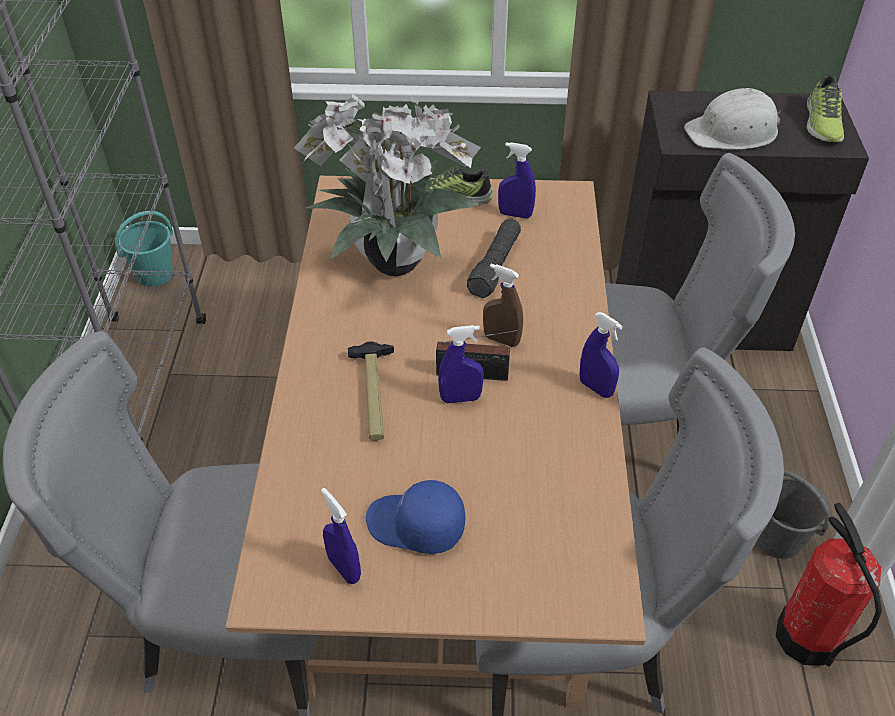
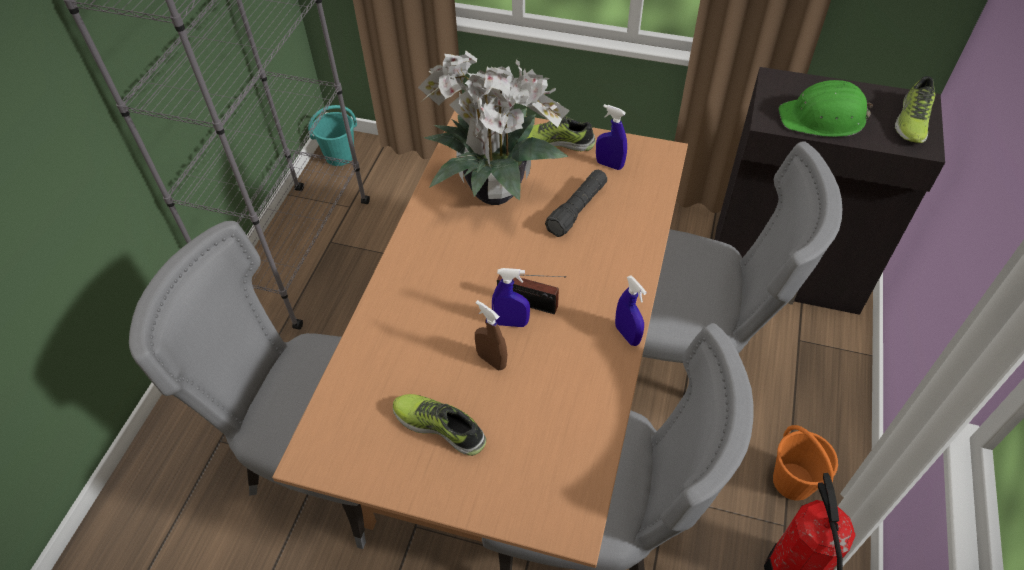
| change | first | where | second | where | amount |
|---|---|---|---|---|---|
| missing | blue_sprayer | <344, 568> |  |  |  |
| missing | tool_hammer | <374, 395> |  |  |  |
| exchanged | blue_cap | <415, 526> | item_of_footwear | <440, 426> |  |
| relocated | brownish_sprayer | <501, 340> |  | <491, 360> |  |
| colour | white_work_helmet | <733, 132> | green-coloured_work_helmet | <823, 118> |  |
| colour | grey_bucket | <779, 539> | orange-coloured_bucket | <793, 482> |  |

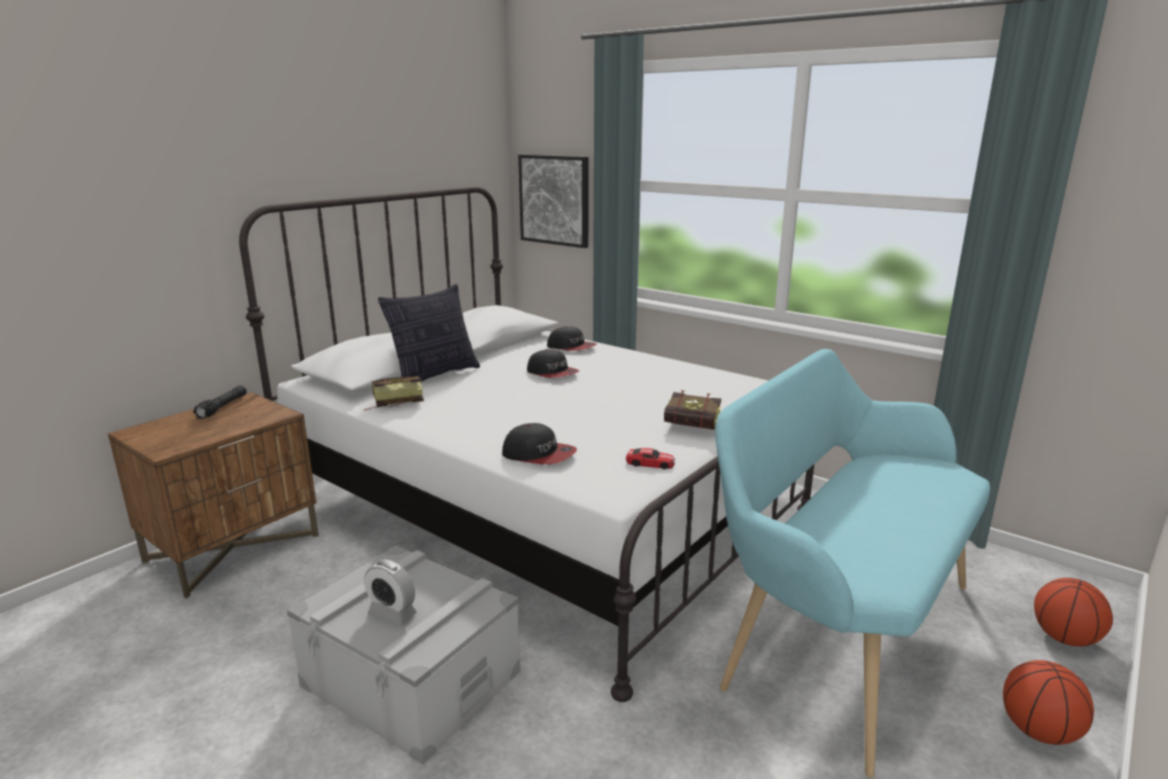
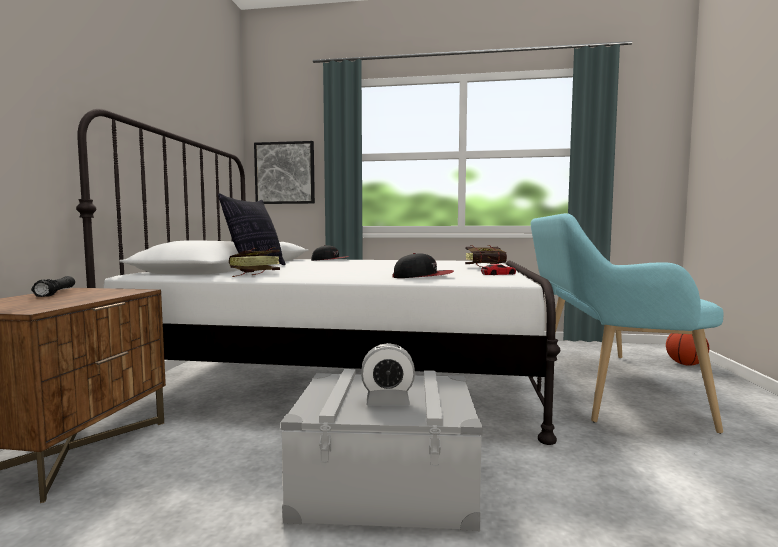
| change | first | where | second | where | amount |
|---|---|---|---|---|---|
| missing | cap | <552, 373> |  |  |  |
| missing | basketball | <1038, 731> |  |  |  |

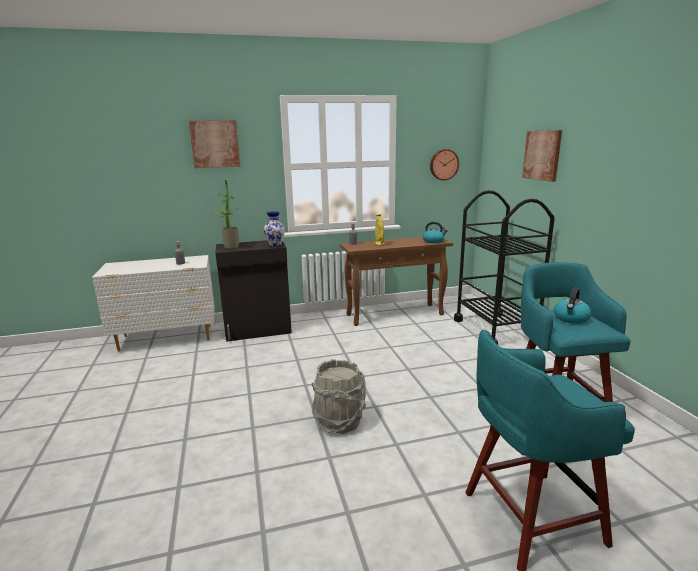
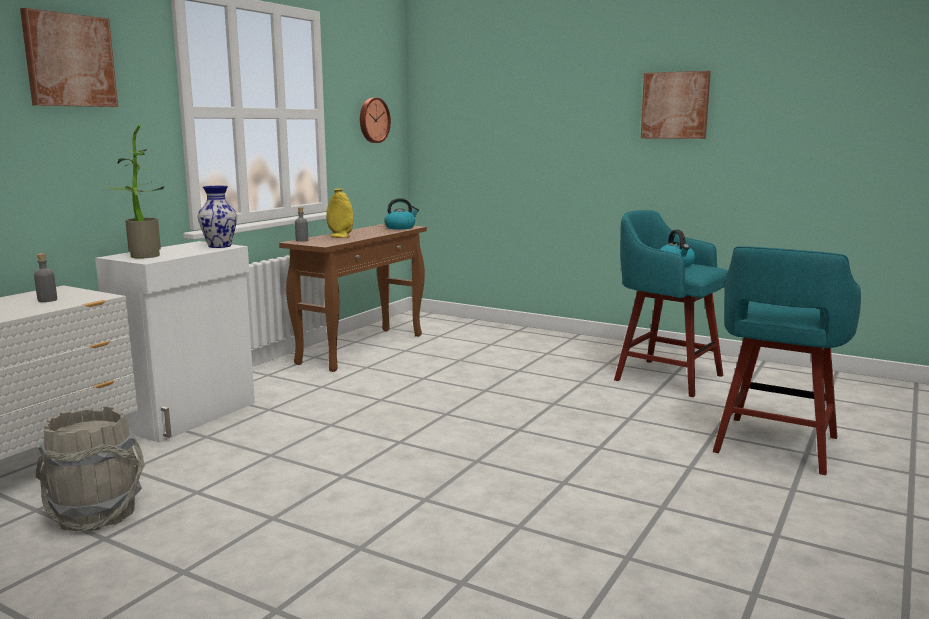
| change | first | where | second | where | amount |
|---|---|---|---|---|---|
| colour | blackish_storage_cabinet | <258, 330> | white_storage_cabinet | <190, 415> |  |
| relocated | grey_bucket | <339, 422> |  | <97, 514> |  |
| missing | blackish_cart | <495, 330> |  |  |  |
| relocated | picture | <542, 155> |  | <675, 105> |  |

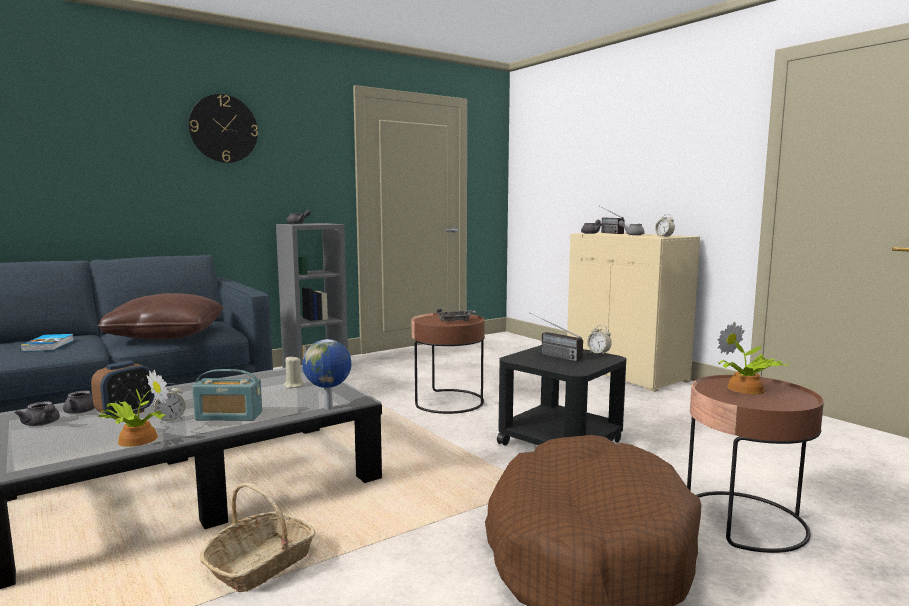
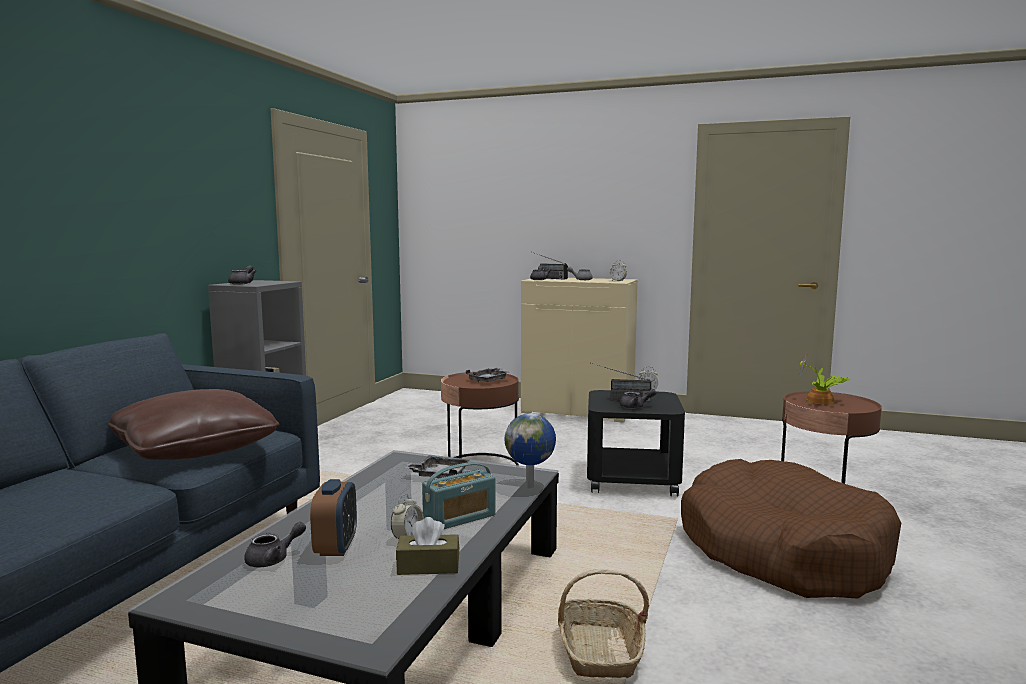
| change | first | where | second | where | amount |
|---|---|---|---|---|---|
| relocated | grey_tea_pot | <42, 424> |  | <635, 407> |  |
| missing | book | <49, 345> |  |  |  |
| exchanged | potted_plant | <135, 439> | brownish_tissue_holder | <428, 566> |  |
| missing | clock_on_the_wall | <223, 129> |  |  |  |
| exchanged | beige_wax_light | <293, 385> | grey_serving_tray | <439, 475> |  |

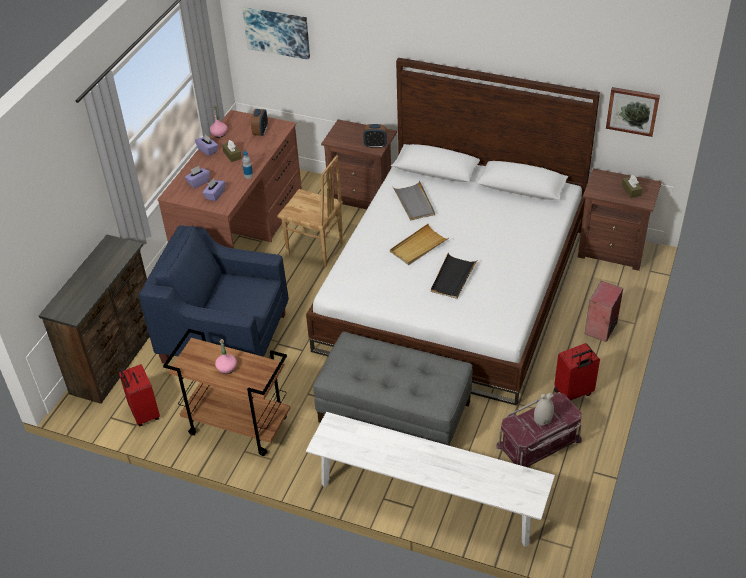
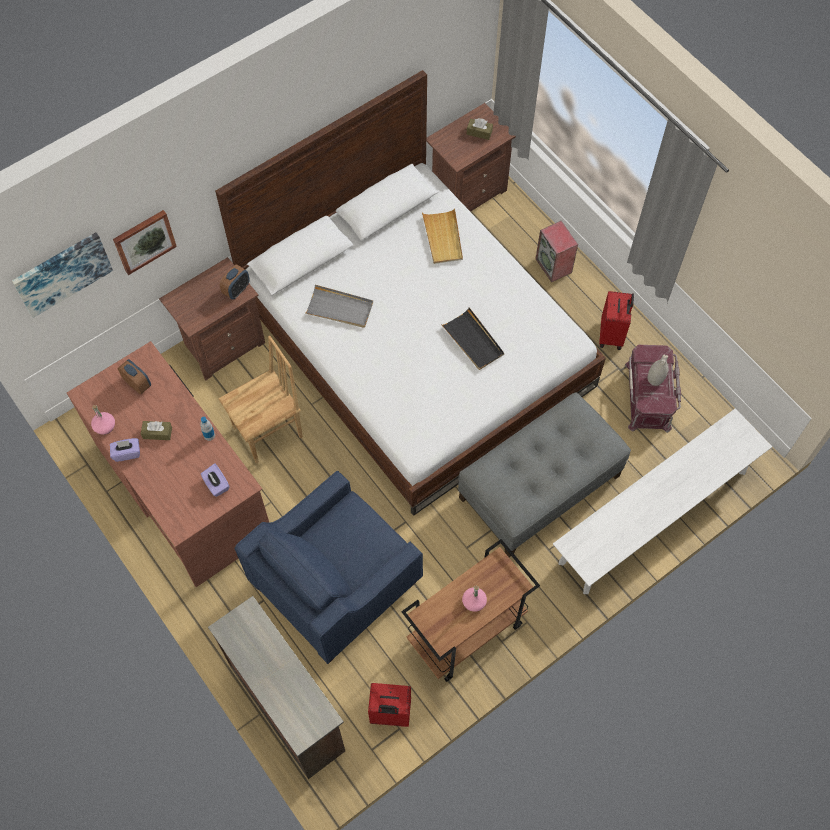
| change | first | where | second | where | amount |
|---|---|---|---|---|---|
| missing | purple-coloured_tissue_holder | <198, 182> |  |  |  |
| relocated | beige_serving_tray | <418, 246> |  | <443, 238> |  |
| relocated | picture | <632, 110> |  | <144, 241> |  |

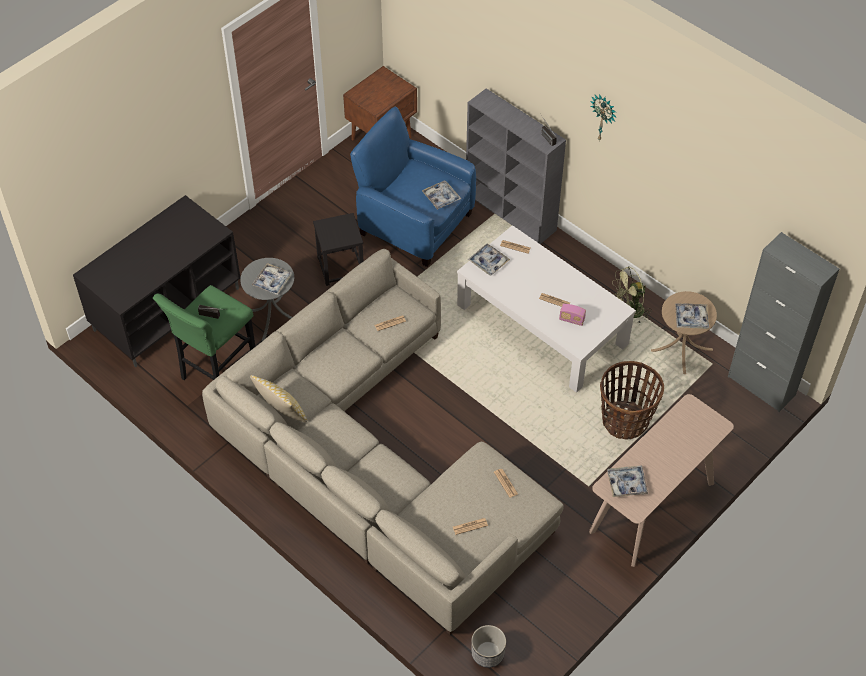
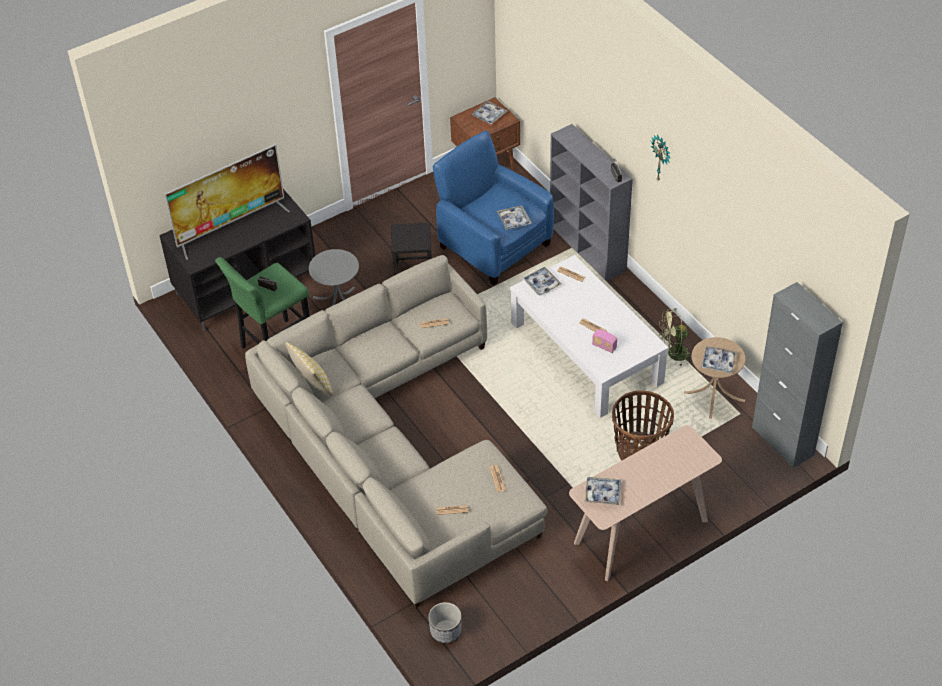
| change | first | where | second | where | amount |
|---|---|---|---|---|---|
| relocated | serving_tray | <272, 282> |  | <489, 115> |  |
| appeared |  |  | television | <231, 226> |  |

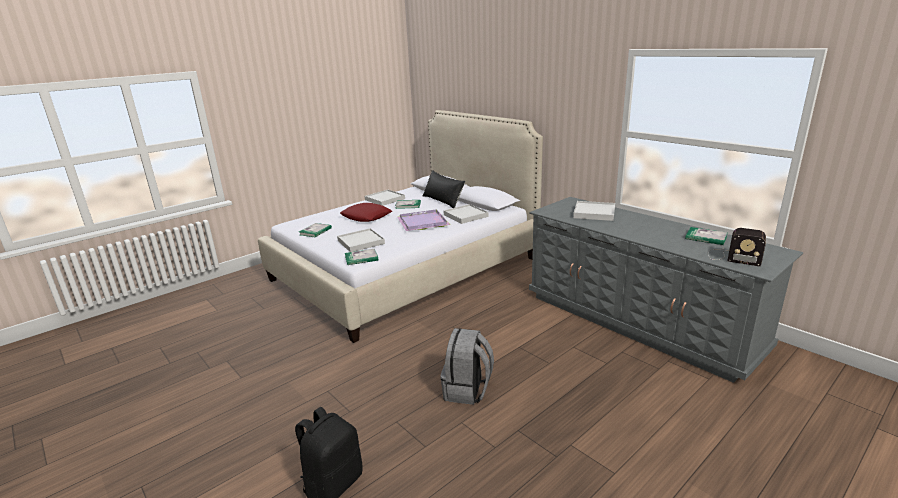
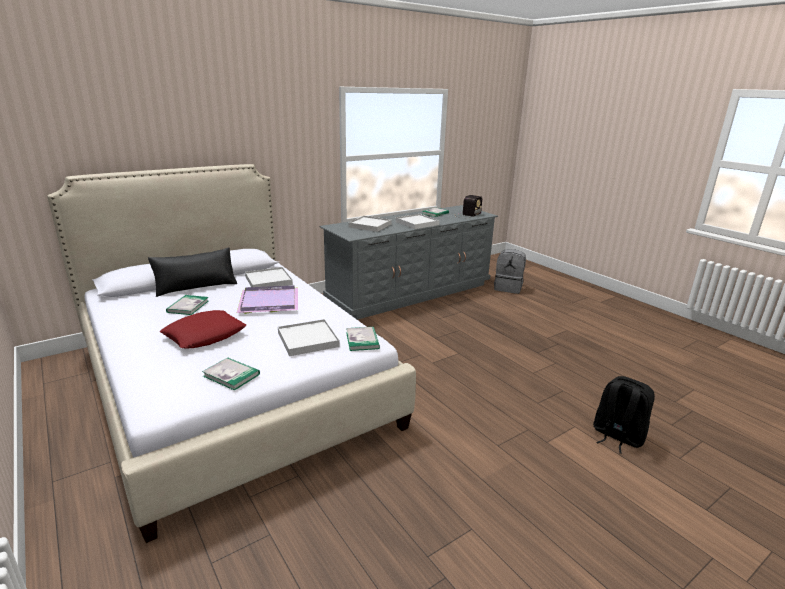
| change | first | where | second | where | amount |
|---|---|---|---|---|---|
| relocated | white_serving_tray | <384, 199> |  | <417, 223> |  |
| relocated | grey_knapsack | <467, 390> |  | <508, 288> |  |

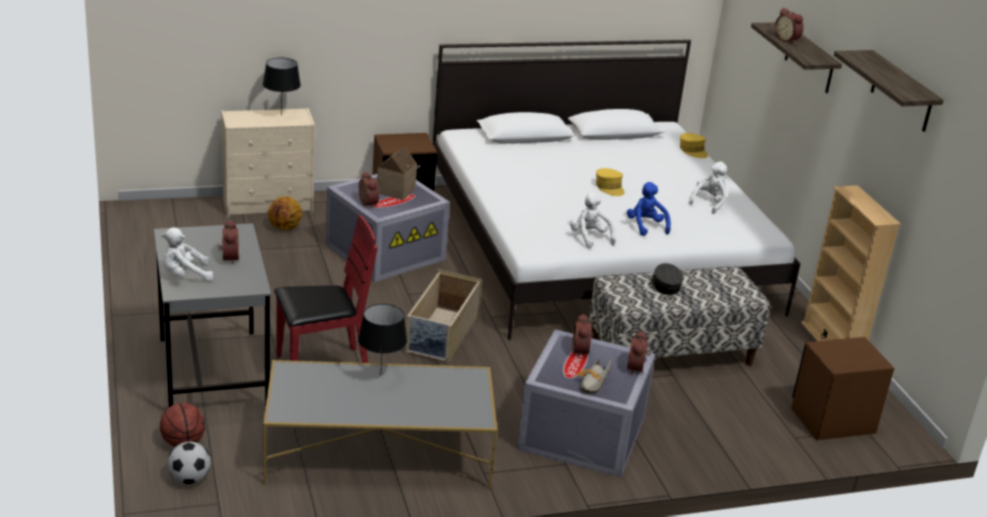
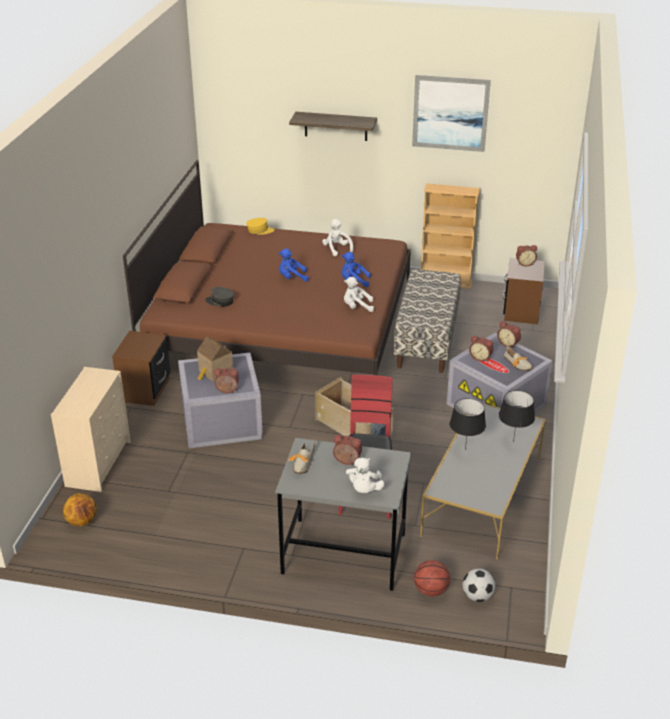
| change | first | where | second | where | amount |
|---|---|---|---|---|---|
| relocated | blackish_table_lamp | <281, 115> |  | <513, 441> |  |
| relocated | basketball | <285, 228> |  | <82, 521> |  |
| colour | white_sleeping_bed | <597, 247> | brownish_sleeping_bed | <281, 325> |  |
| exchanged | yellow-coloured_cap | <609, 187> | blue_soft_toy | <292, 278> |  |
| relocated | grey_cap | <665, 285> |  | <220, 301> |  |
| relocated | alarm_clock | <787, 40> |  | <525, 263> |  |
| exchanged | shelf | <902, 92> | picture | <450, 113> |  |
| appeared |  |  | item_of_footwear | <302, 464> |  |

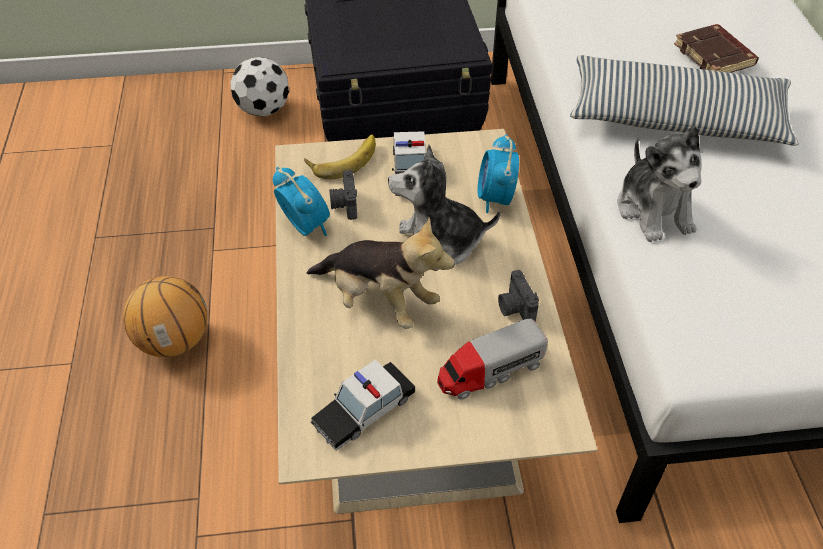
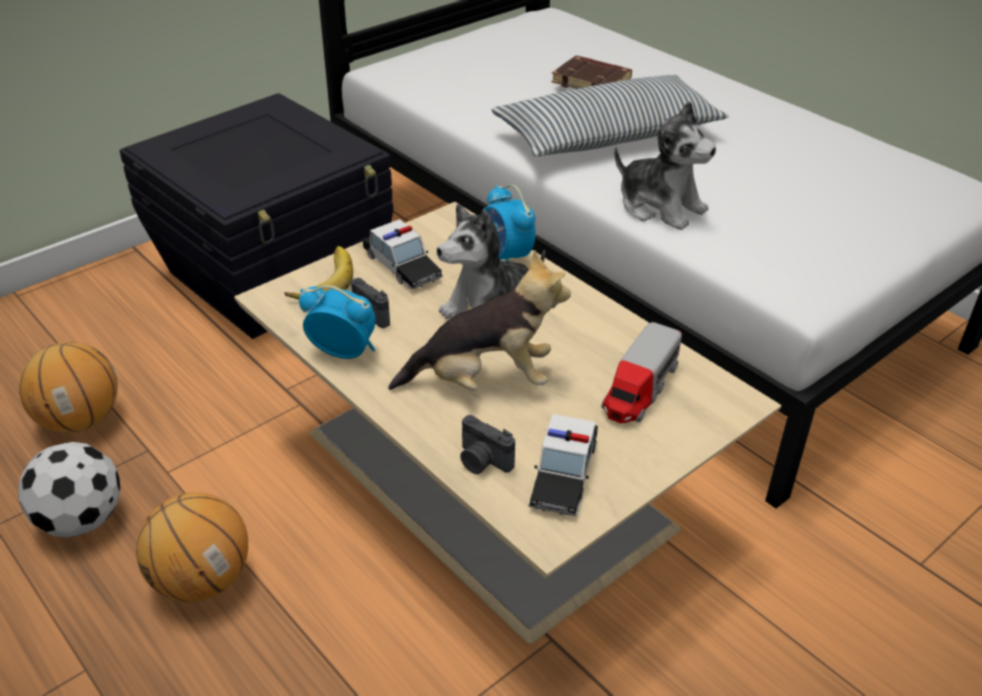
| change | first | where | second | where | amount |
|---|---|---|---|---|---|
| relocated | football_ball | <263, 109> |  | <80, 520> |  |
| relocated | still_camera | <515, 308> |  | <482, 461> |  |
| appeared |  |  | basketball | <80, 420> |  |

